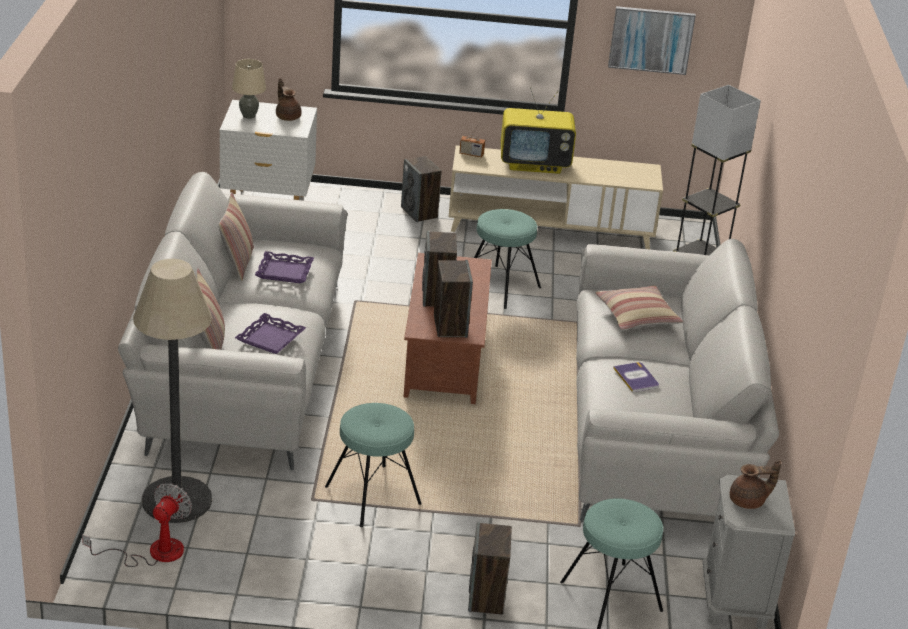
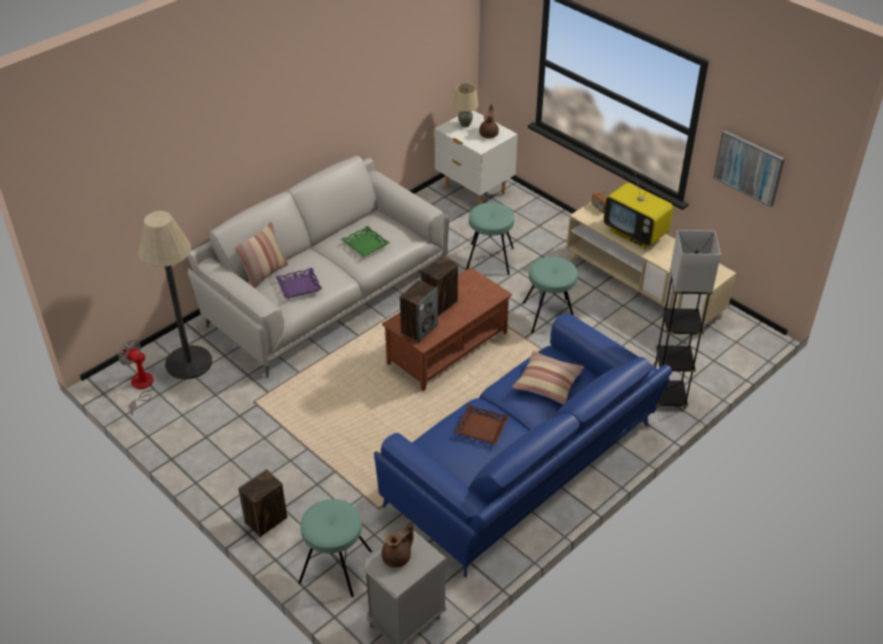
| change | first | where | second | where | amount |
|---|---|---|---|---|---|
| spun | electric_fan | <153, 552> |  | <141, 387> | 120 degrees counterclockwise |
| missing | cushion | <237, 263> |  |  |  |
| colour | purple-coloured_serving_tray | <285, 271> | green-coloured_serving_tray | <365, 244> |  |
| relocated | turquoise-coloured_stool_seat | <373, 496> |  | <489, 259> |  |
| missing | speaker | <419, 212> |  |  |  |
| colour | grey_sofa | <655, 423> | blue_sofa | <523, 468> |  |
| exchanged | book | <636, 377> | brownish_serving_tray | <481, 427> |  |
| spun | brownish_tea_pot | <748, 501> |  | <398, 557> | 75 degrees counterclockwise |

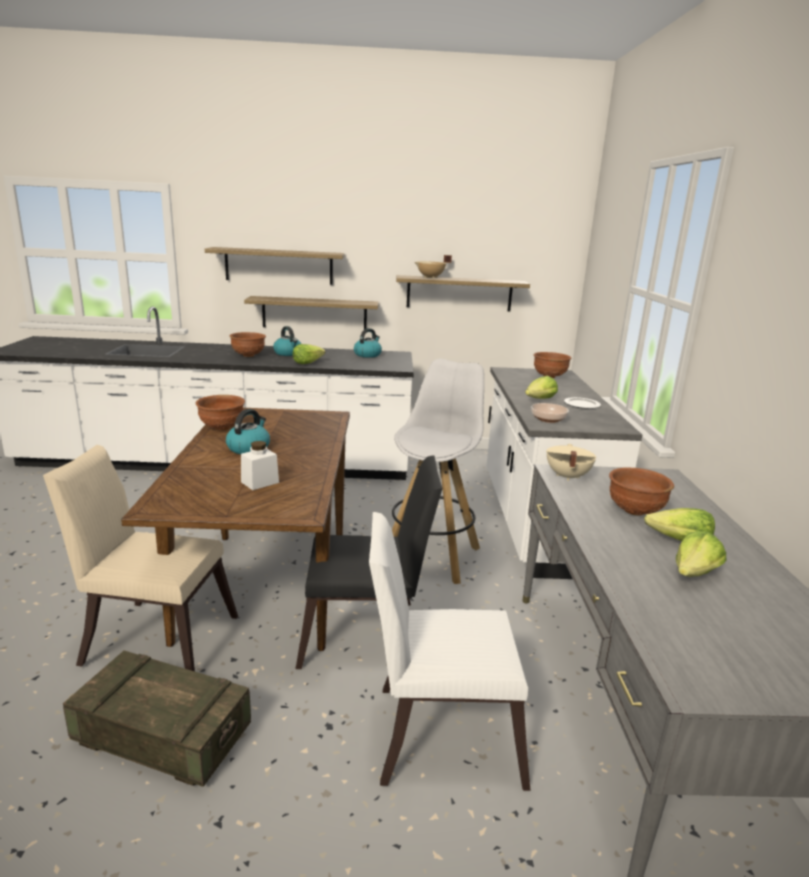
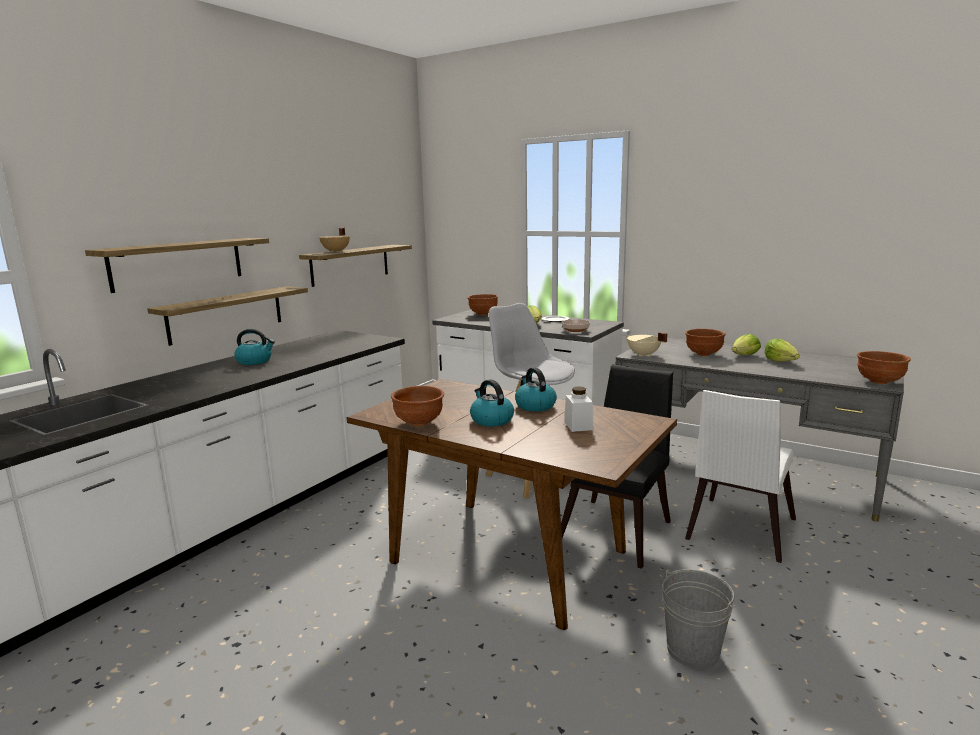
| change | first | where | second | where | amount |
|---|---|---|---|---|---|
| missing | beige_plain_chair | <154, 637> |  |  |  |
| exchanged | packing_crate | <163, 735> | grey_bucket | <693, 650> |  |
| relocated | brownish_bowl | <249, 355> |  | <879, 382> |  |
| missing | lettuce_head | <307, 362> |  |  |  |
| relocated | tea_kettle | <367, 355> |  | <535, 405> |  |

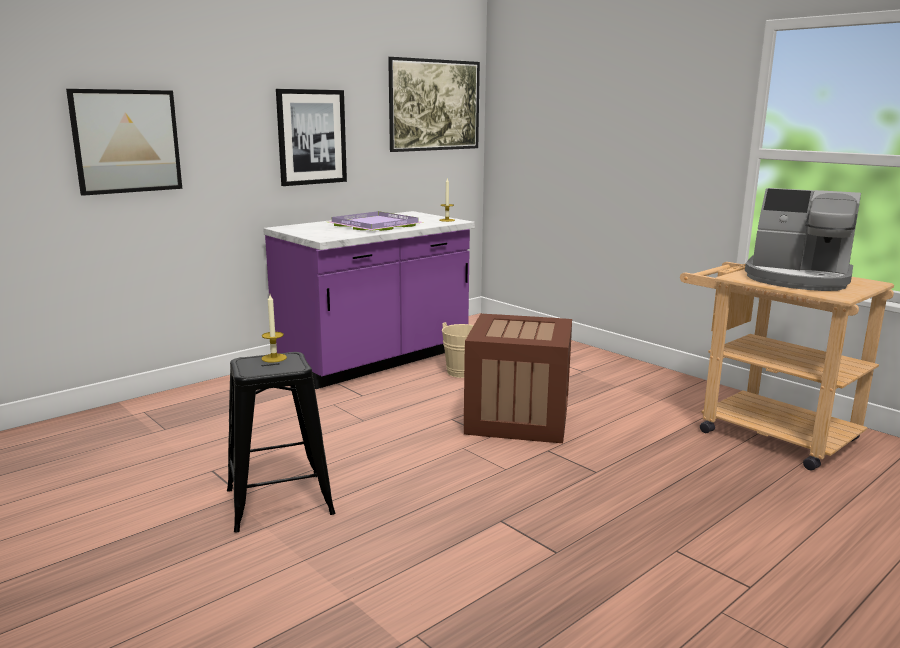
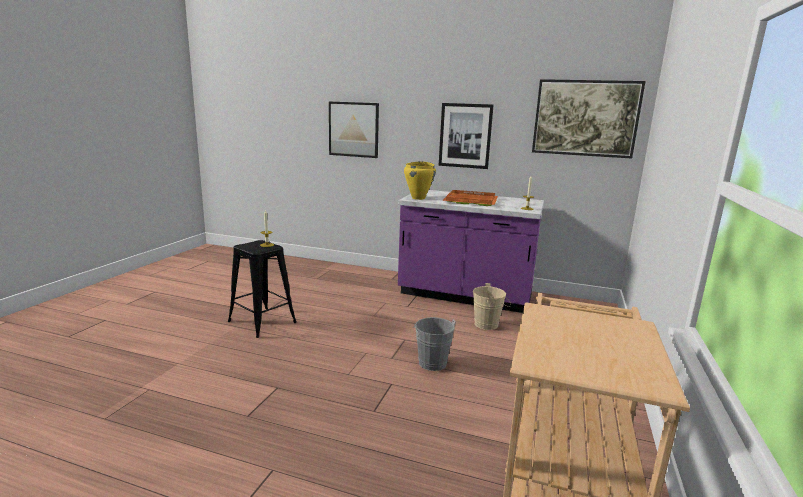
| change | first | where | second | where | amount |
|---|---|---|---|---|---|
| colour | purple-coloured_serving_tray | <373, 225> | orange-coloured_serving_tray | <469, 200> |  |
| exchanged | packing_crate | <518, 419> | grey_bucket | <431, 361> |  |
| missing | coffee_brewer | <798, 279> |  |  |  |
| appeared |  |  | yellow-coloured_cooking_pot | <418, 198> |  |

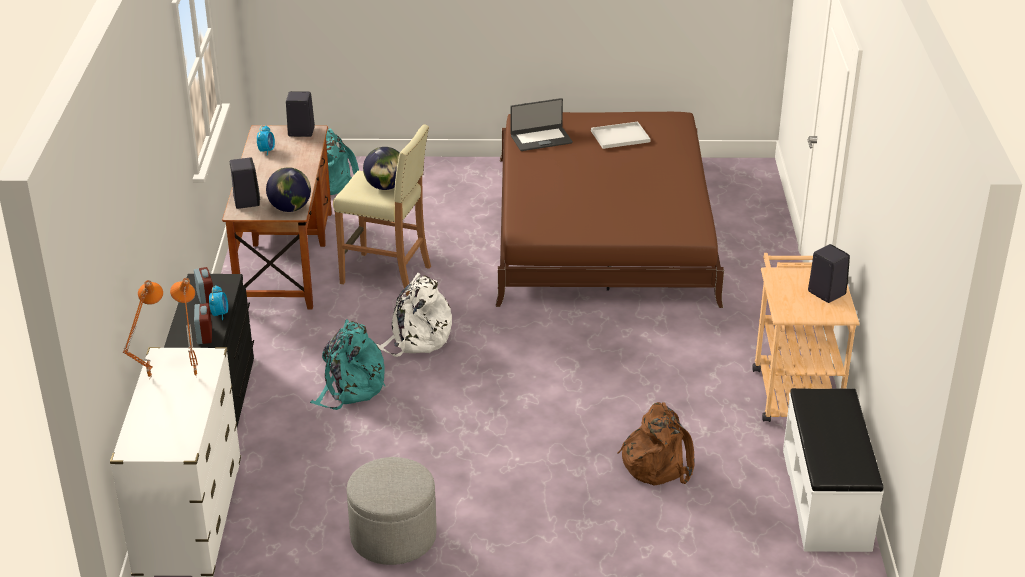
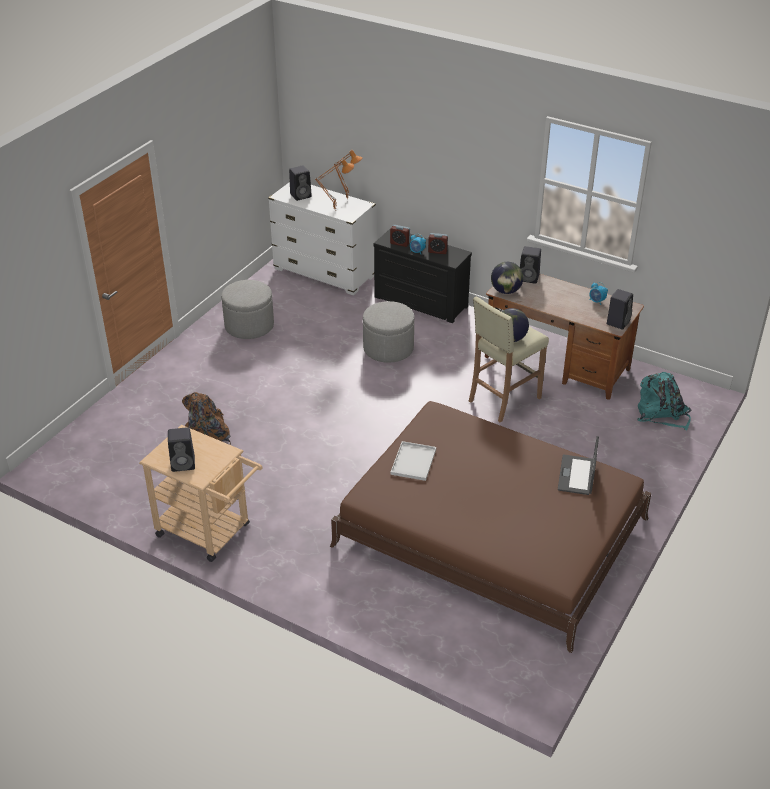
| change | first | where | second | where | amount |
|---|---|---|---|---|---|
| exchanged | turquoise-coloured_knapsack | <350, 387> | grey_pouffe | <388, 348> |  |
| missing | white_knapsack | <417, 338> |  |  |  |
| relocated | white_serving_tray | <619, 137> |  | <413, 461> |  |
| missing | white_bench | <827, 499> |  |  |  |
| appeared |  |  | blackish_speaker | <301, 195> |  |

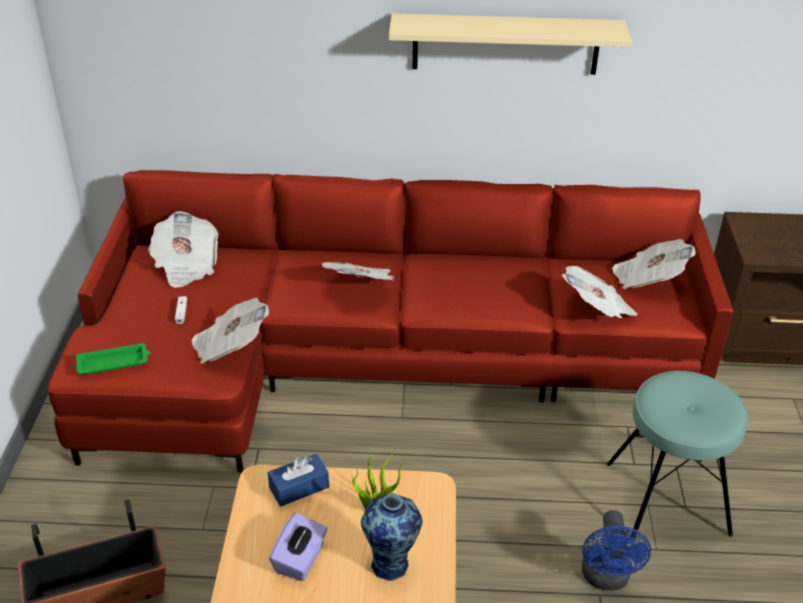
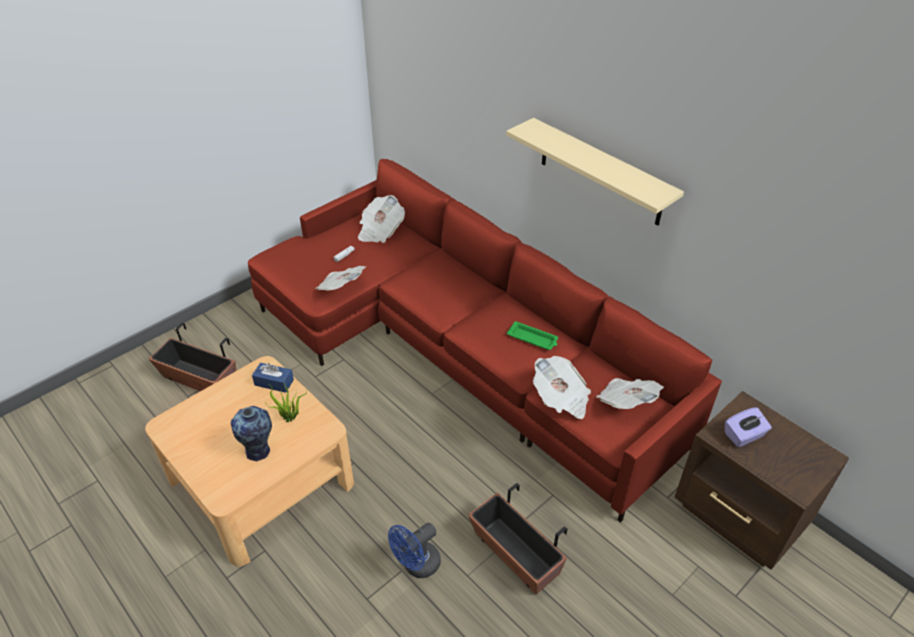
| change | first | where | second | where | amount |
|---|---|---|---|---|---|
| relocated | green-coloured_serving_tray | <114, 362> |  | <533, 339> |  |
| relocated | purple-coloured_tissue_holder | <300, 559> |  | <744, 436> |  |
| missing | daily_paper | <362, 286> |  |  |  |
| exchanged | turquoise-coloured_stool_seat | <667, 498> | planter | <515, 554> |  |

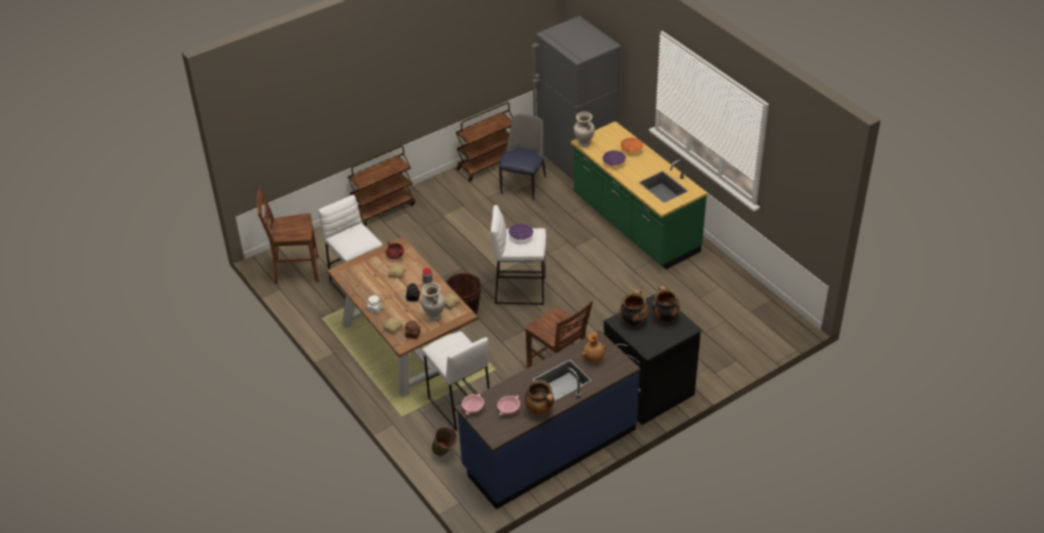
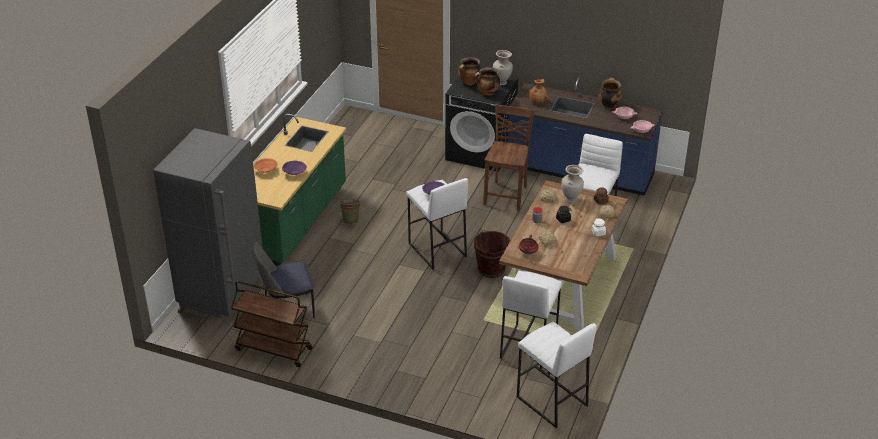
| change | first | where | second | where | amount |
|---|---|---|---|---|---|
| exchanged | brownish_plain_chair | <295, 271> | white_stool_seat | <551, 401> |  |
| missing | brownish_cart | <383, 209> |  |  |  |
| relocated | green-coloured_bucket | <445, 453> |  | <351, 221> |  |
| relocated | beige_vase | <583, 144> |  | <502, 83> |  |

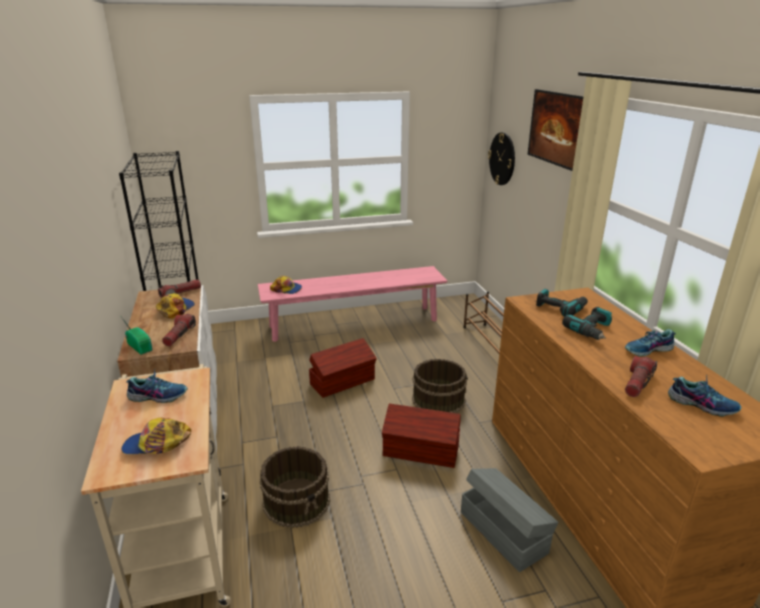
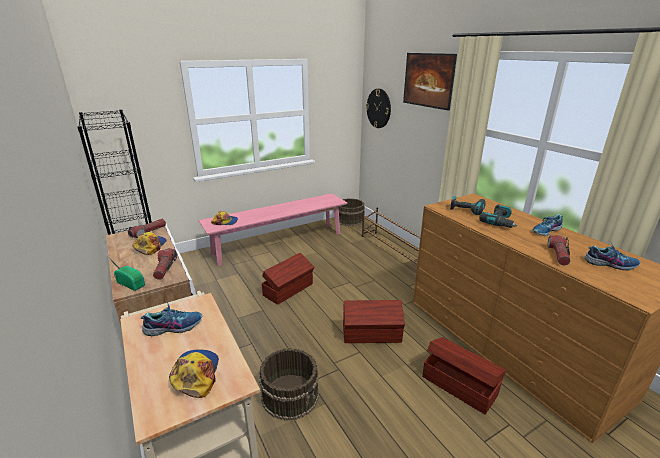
| change | first | where | second | where | amount |
|---|---|---|---|---|---|
| spun | cap | <156, 444> |  | <195, 374> | 105 degrees clockwise |
| relocated | brownish_bucket | <438, 399> |  | <349, 220> |  |
| colour | grey_storage_box | <503, 531> | brownish_storage_box | <459, 384> |  |

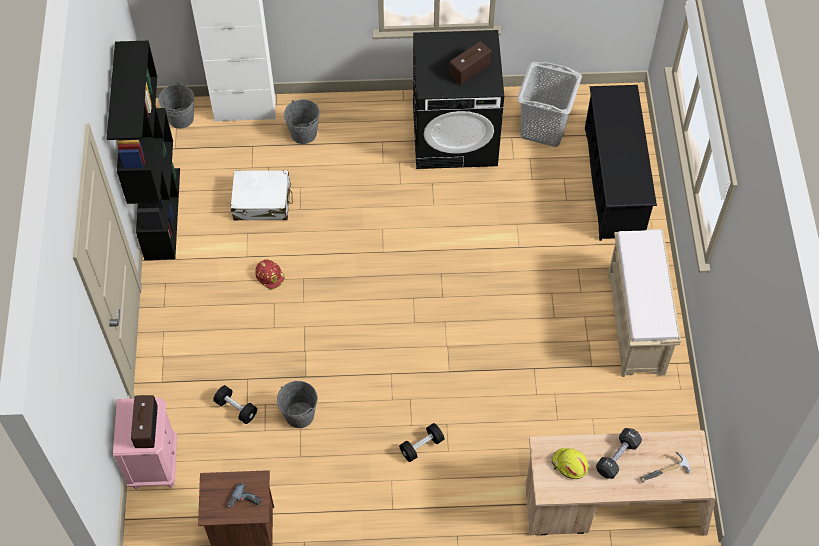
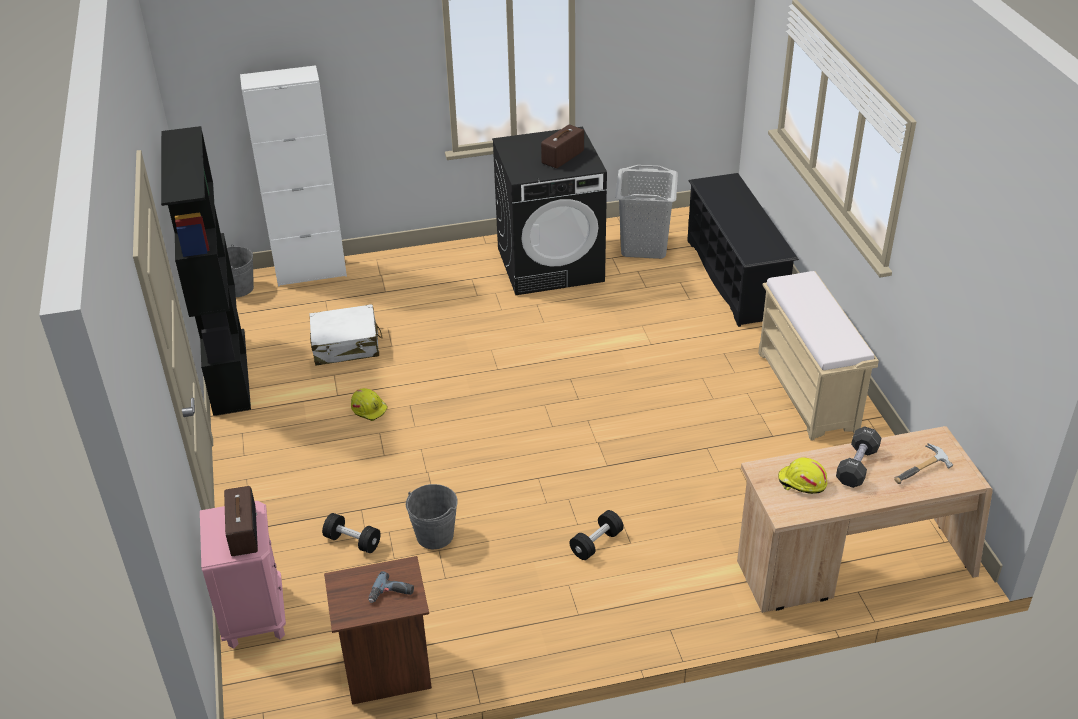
| change | first | where | second | where | amount |
|---|---|---|---|---|---|
| colour | reddish_work_helmet | <270, 276> | yellow-coloured_work_helmet | <369, 408> |  |
| missing | grey_bucket | <304, 133> |  |  |  |

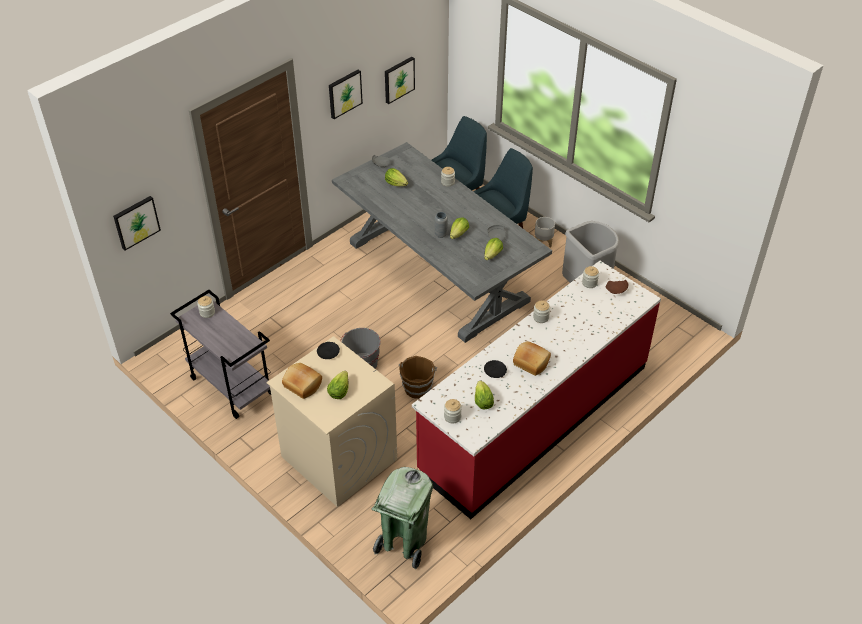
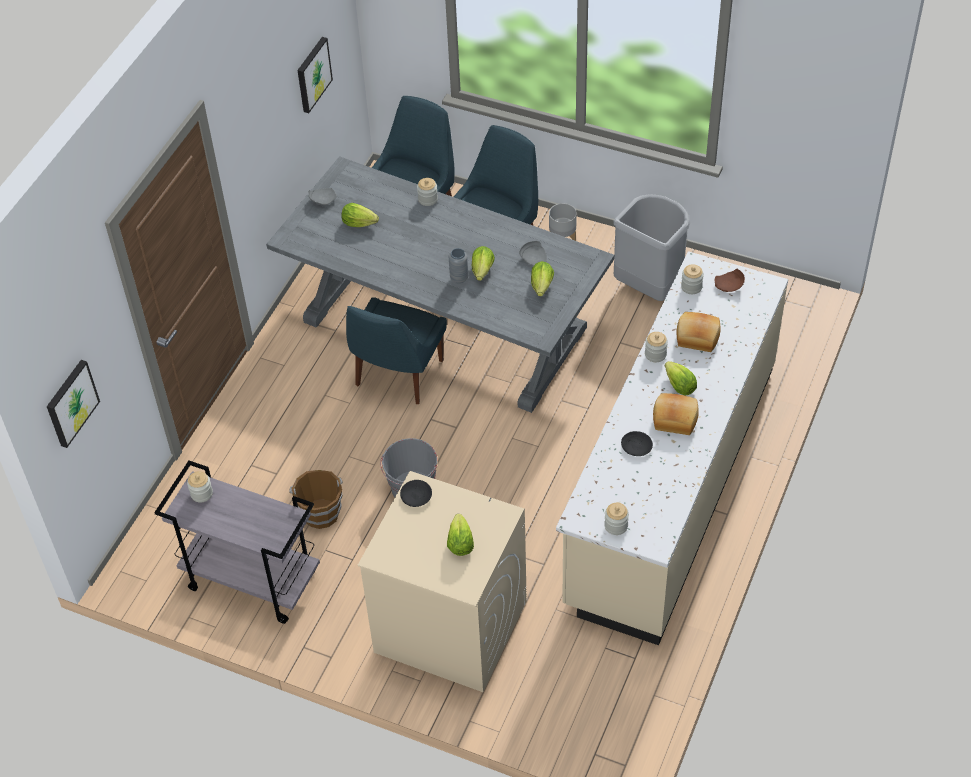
| change | first | where | second | where | amount |
|---|---|---|---|---|---|
| relocated | baked_bread | <302, 385> |  | <697, 338> |  |
| missing | picture | <344, 93> |  |  |  |
| missing | green-coloured_rubbish_bin | <404, 543> |  |  |  |
| relocated | brownish_bucket | <417, 387> |  | <320, 512> |  |
| colour | reddish_kitchen_counter | <534, 418> | beige_kitchen_counter | <670, 484> |  |
| relocated | lettuce_head | <482, 401> |  | <679, 386> |  |
| appeared |  |  | blue_plain_chair | <397, 375> |  |

